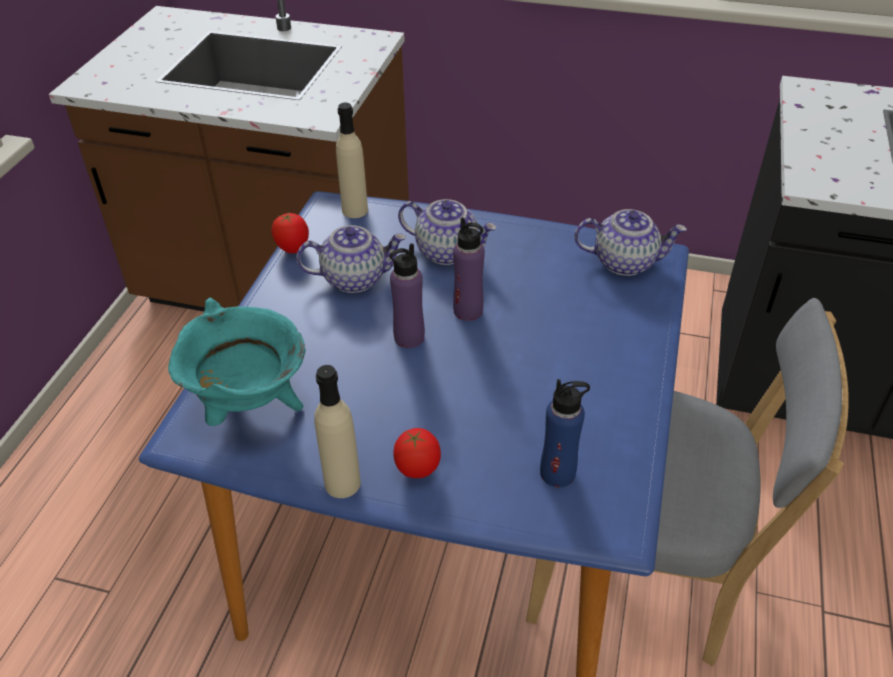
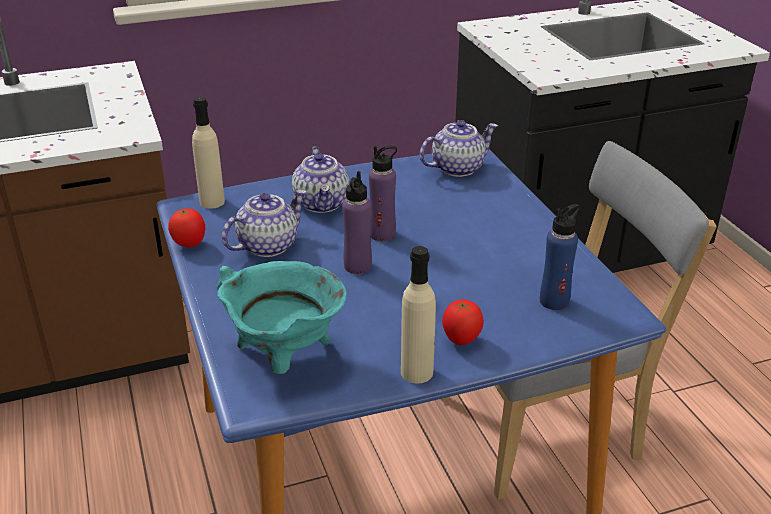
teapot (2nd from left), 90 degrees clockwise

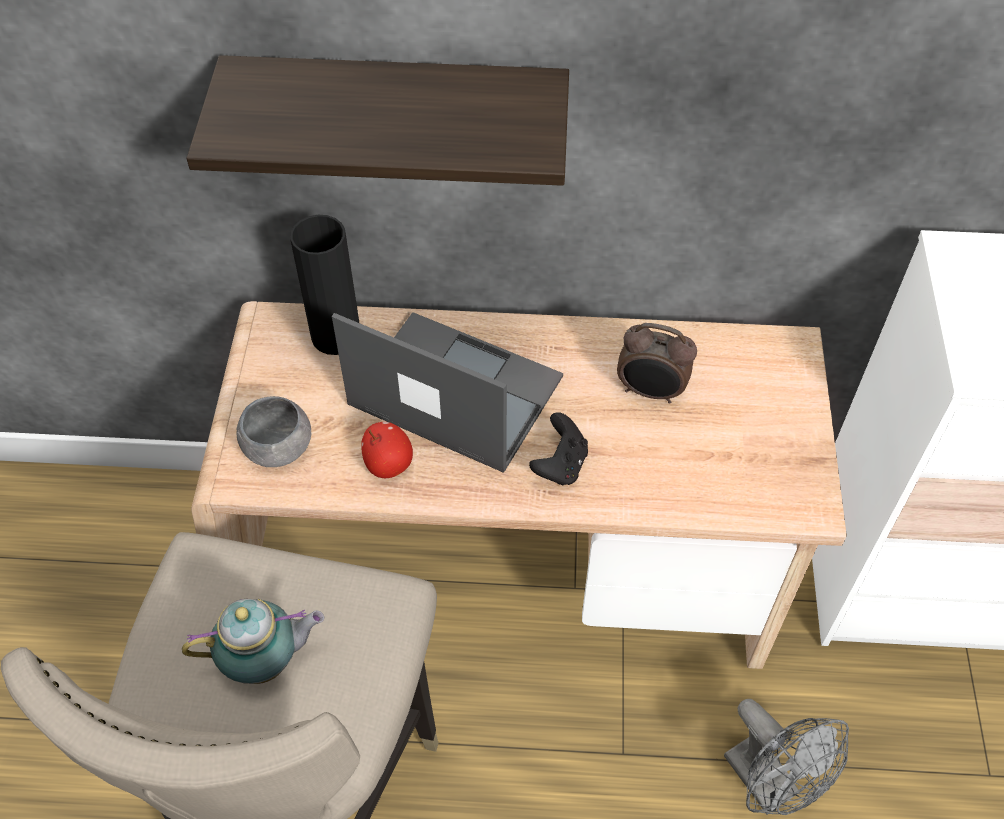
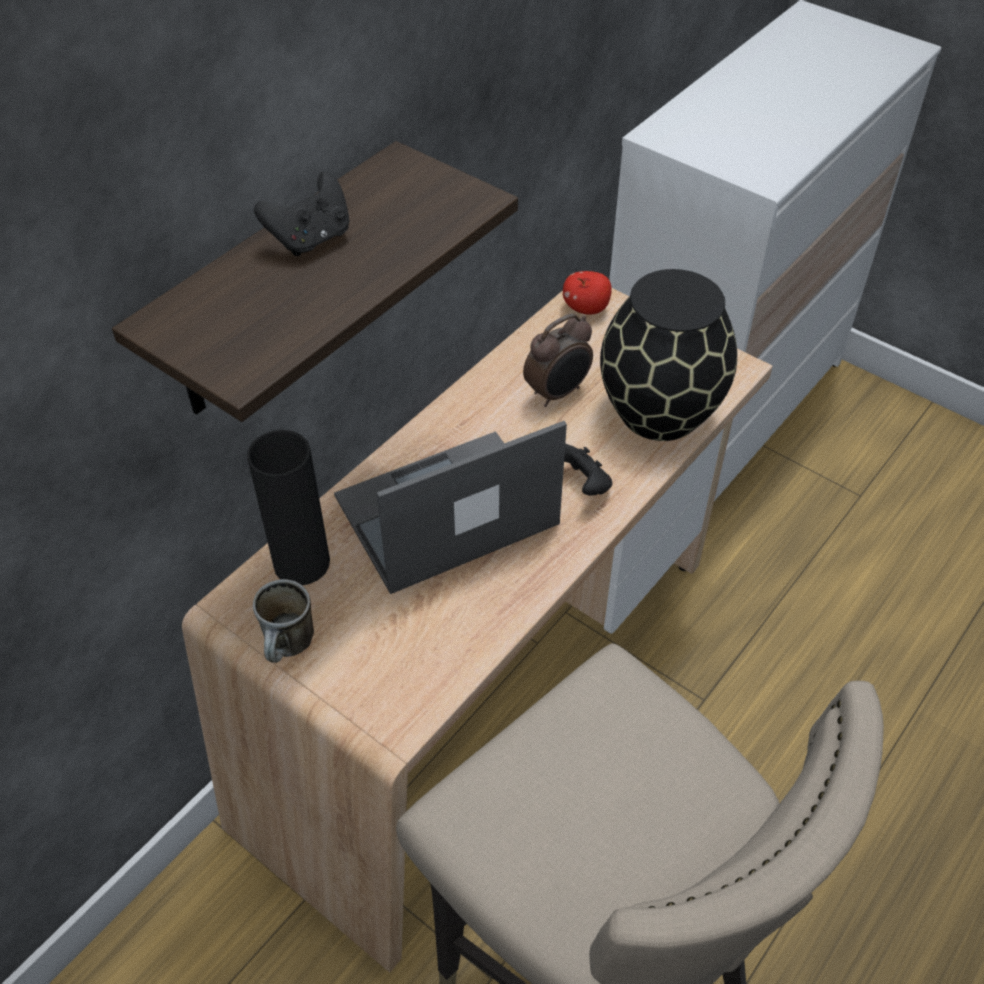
teapot -> none
grey deep dish -> none
apple fruit, moved
grey cooling fan -> none
none -> tea mug
none -> black-coloured game controller (1st from left)
none -> black-coloured vase (2nd from left)

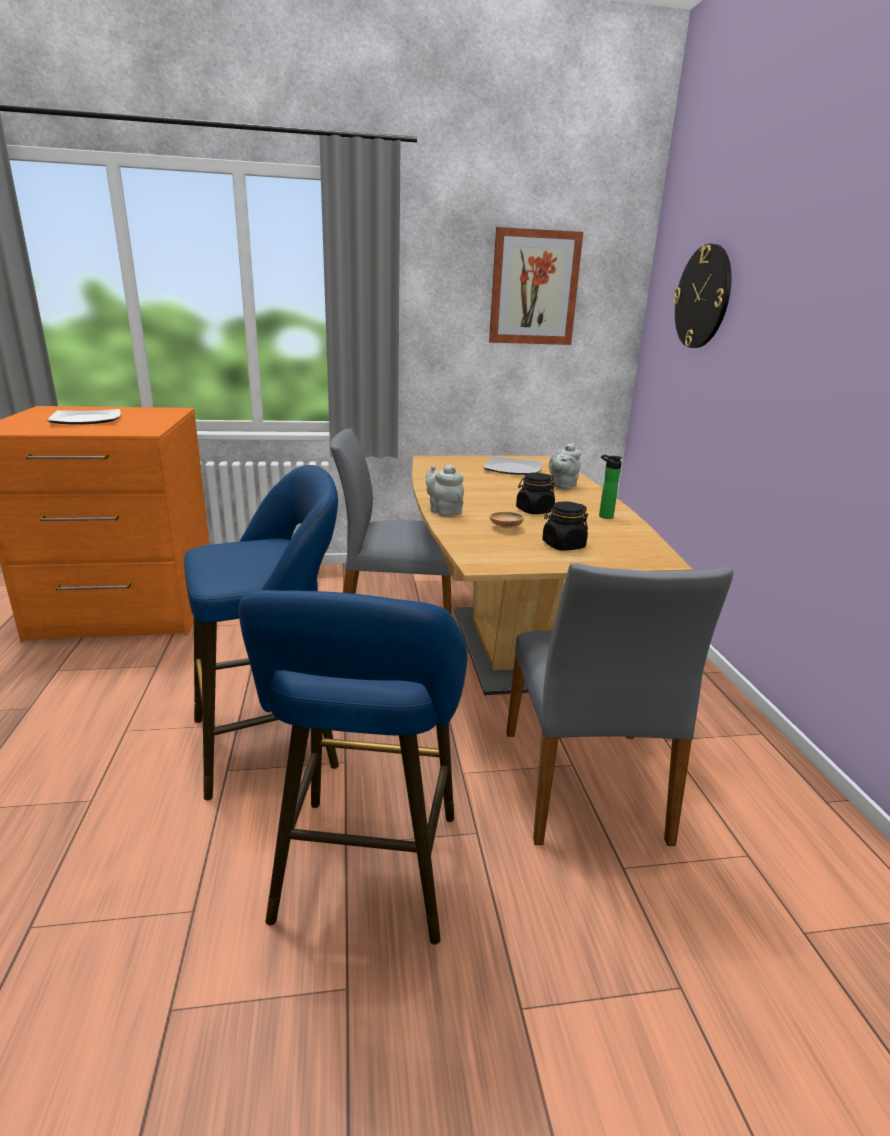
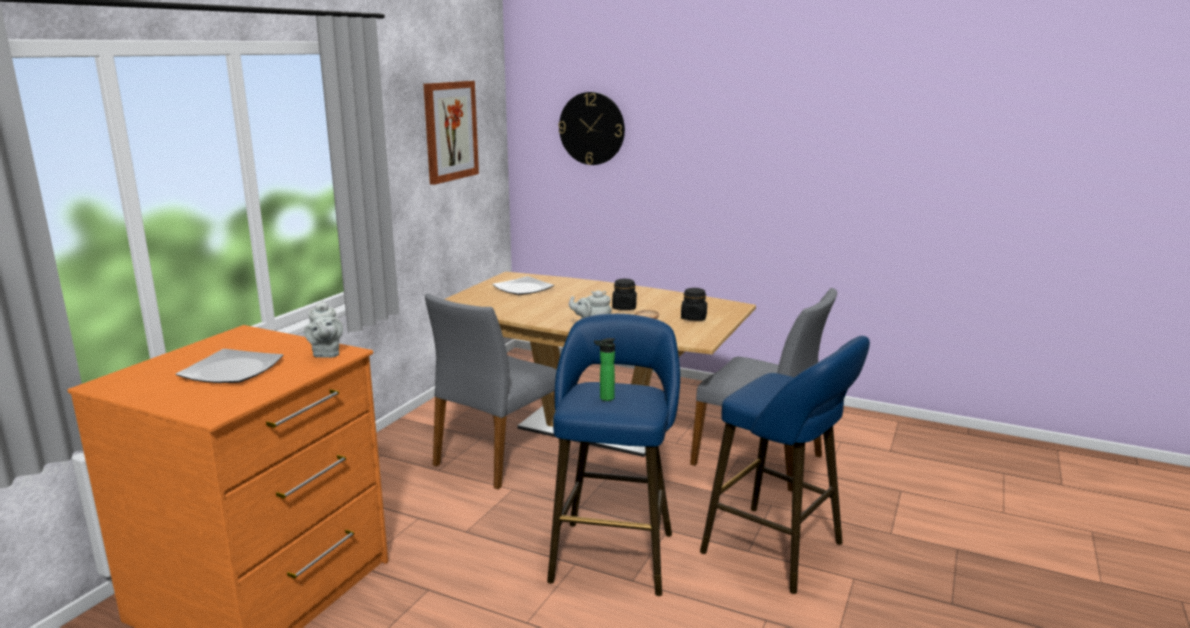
grey teapot (2nd from left in the first image) -> grey teapot (1st from left), moved
beverage bottle, moved

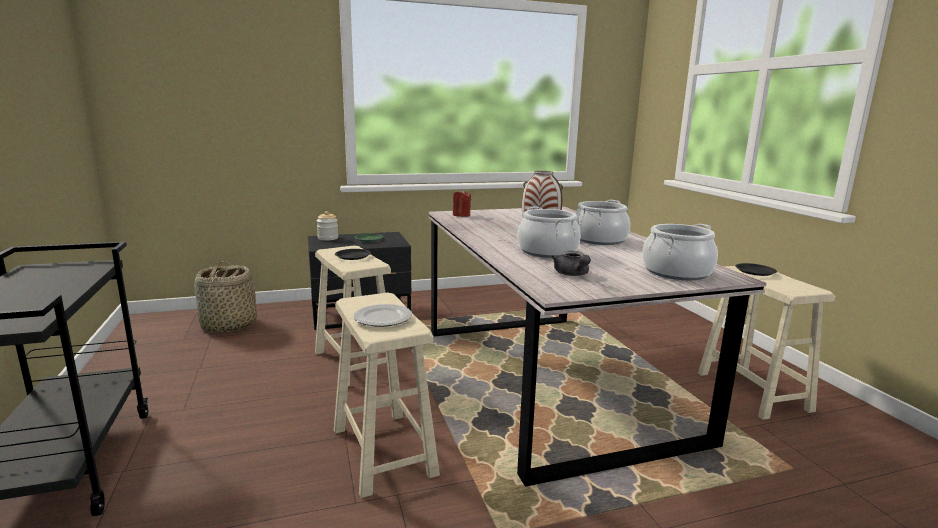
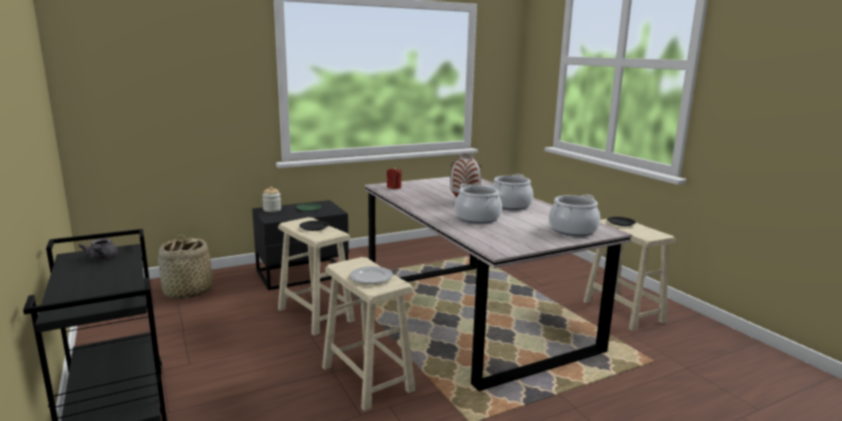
grey teapot, moved

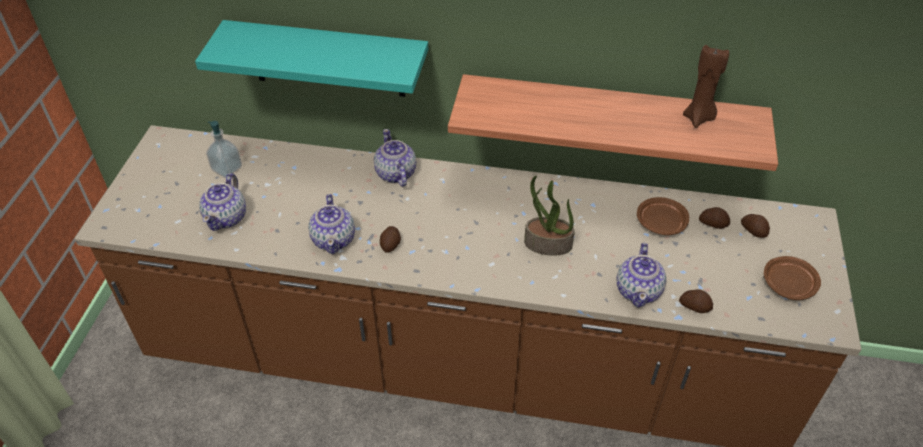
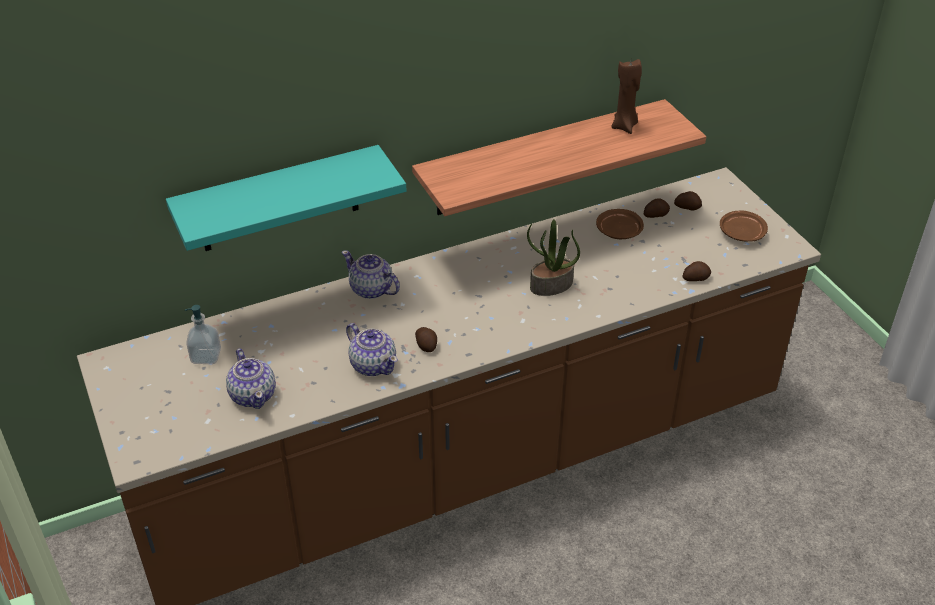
teapot (4th from left) -> none

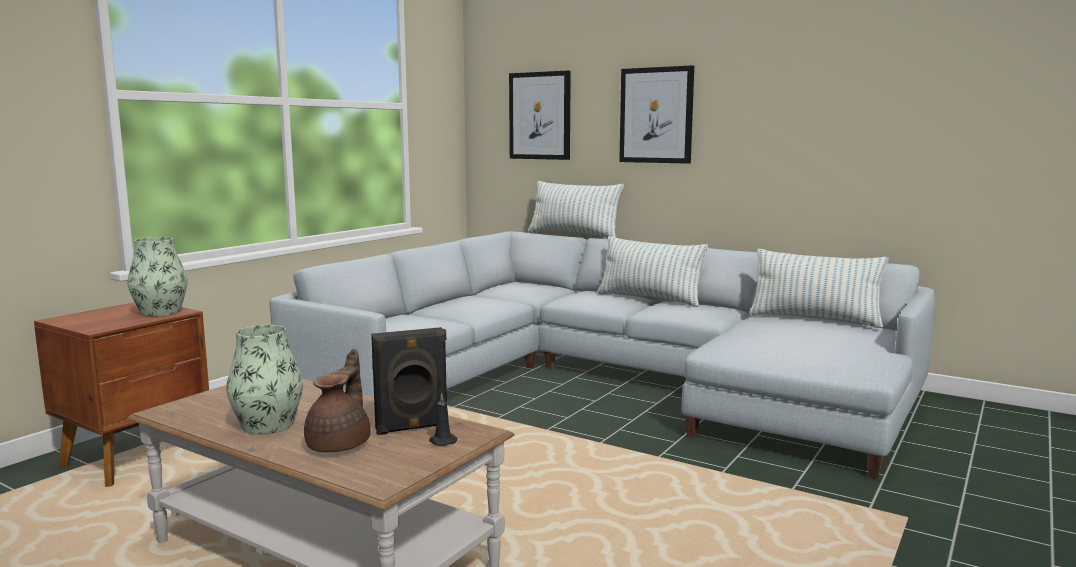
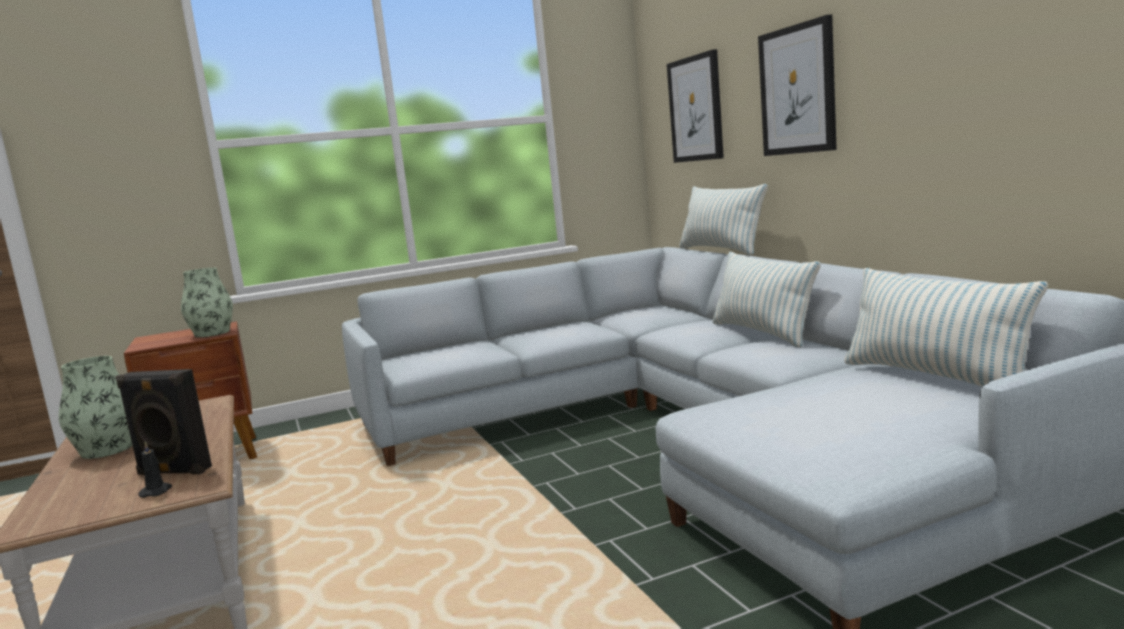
brown teapot -> none

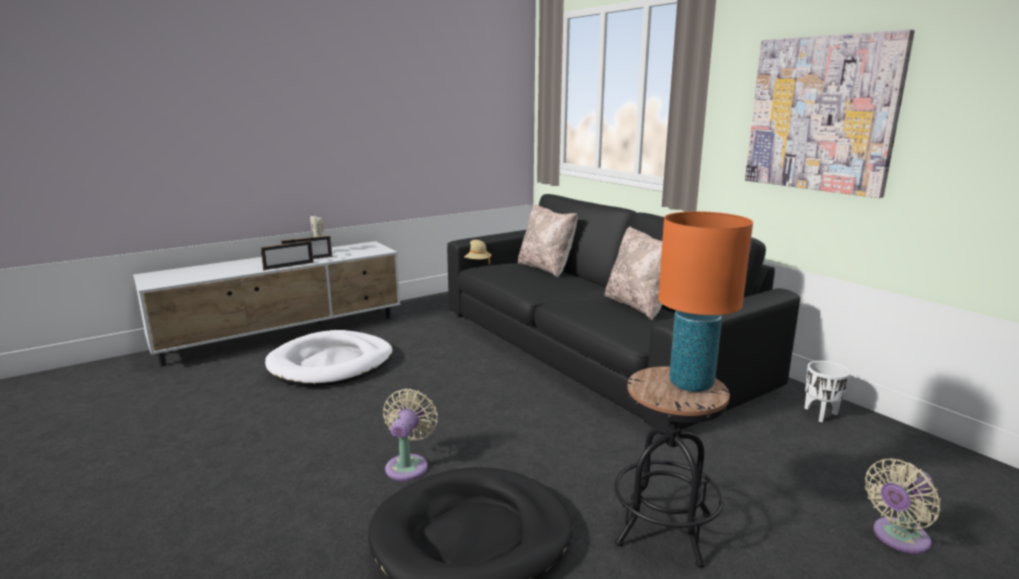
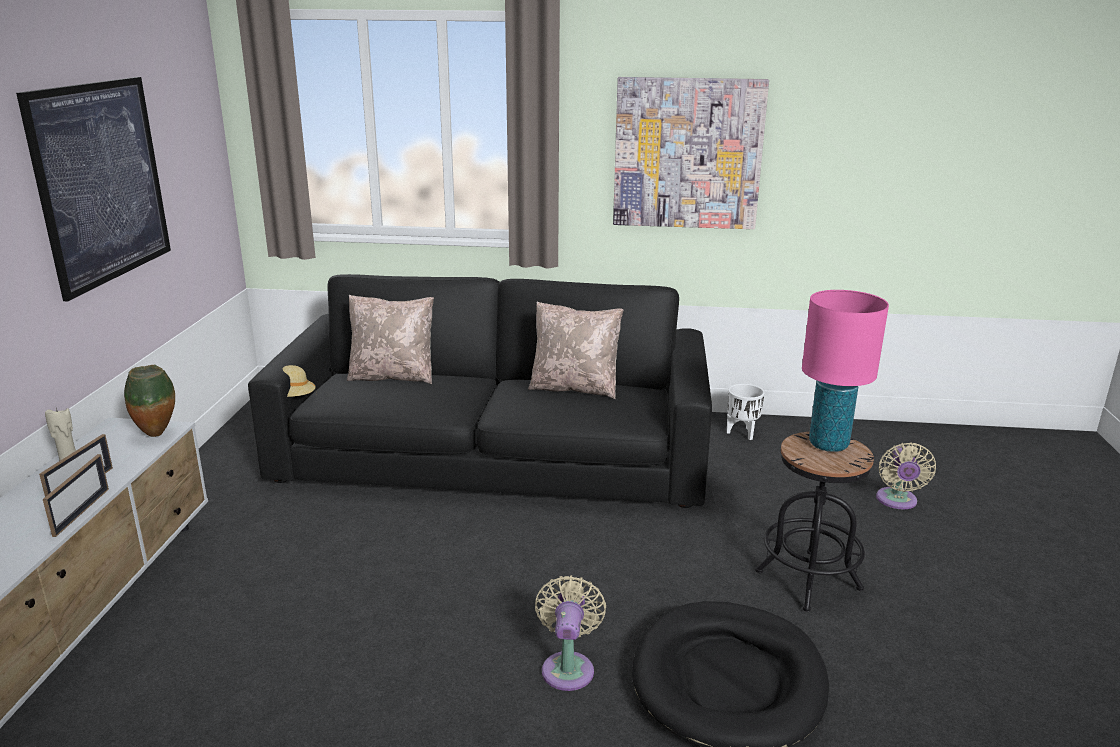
whitish pet bed -> none
beige cooling fan (1st from left), 45 degrees clockwise
orange table lamp -> pink-coloured table lamp
none -> wall art (1st from left)
none -> vase

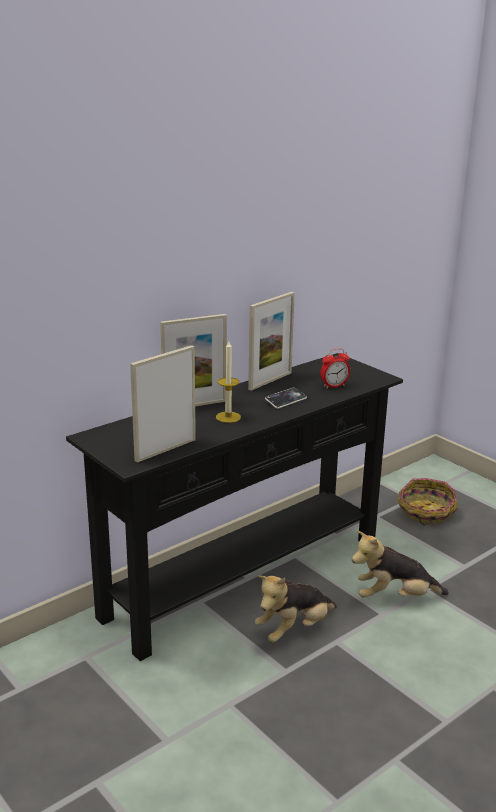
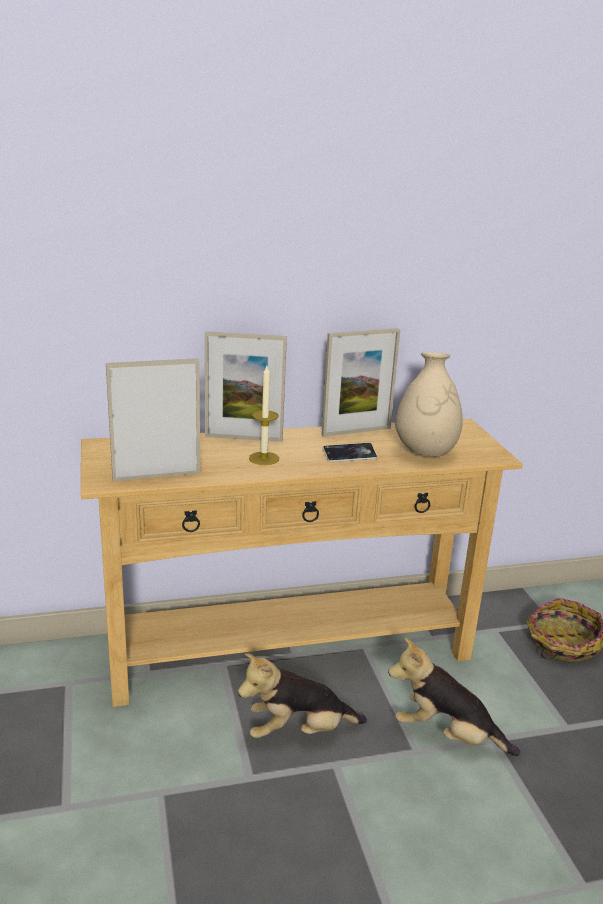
black-coloured hall table -> beige hall table
table clock -> beige vase

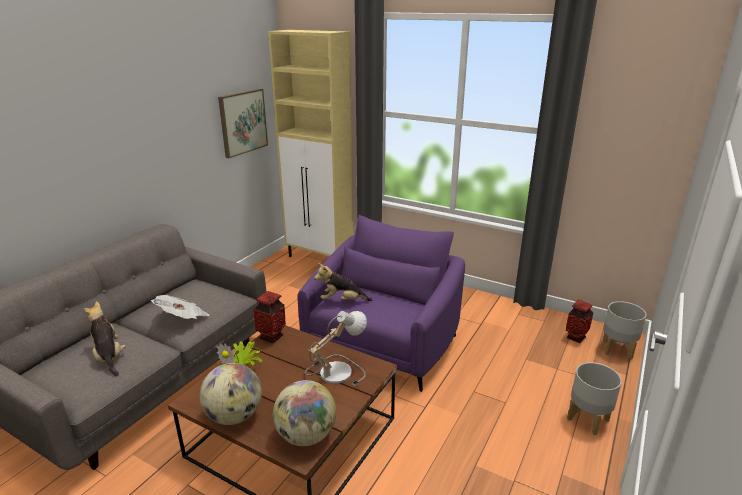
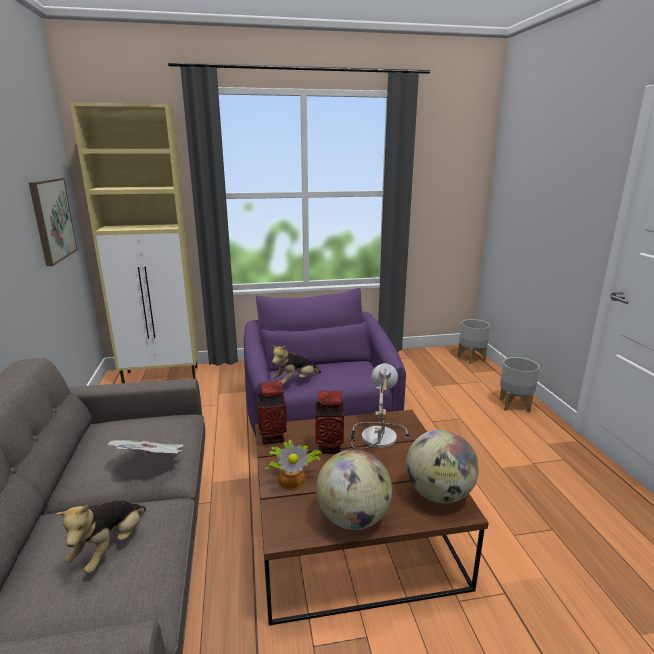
cuddly toy (1st from left), 90 degrees counterclockwise
vase (2nd from left), moved

